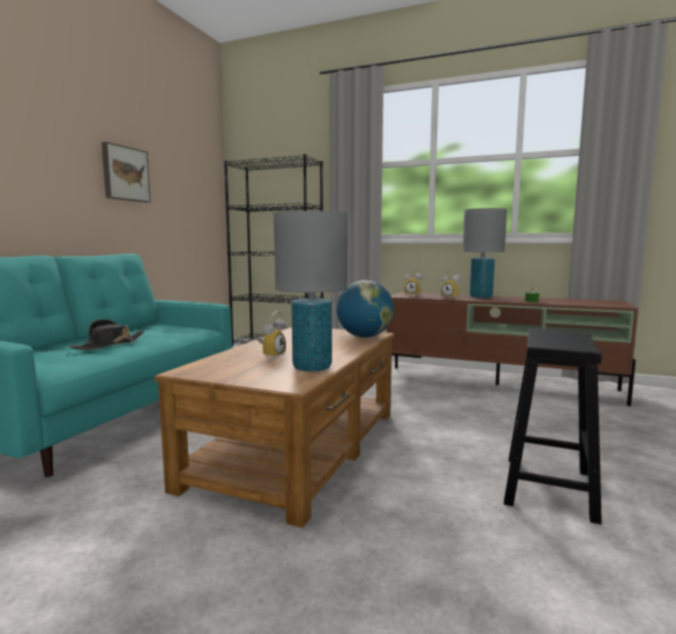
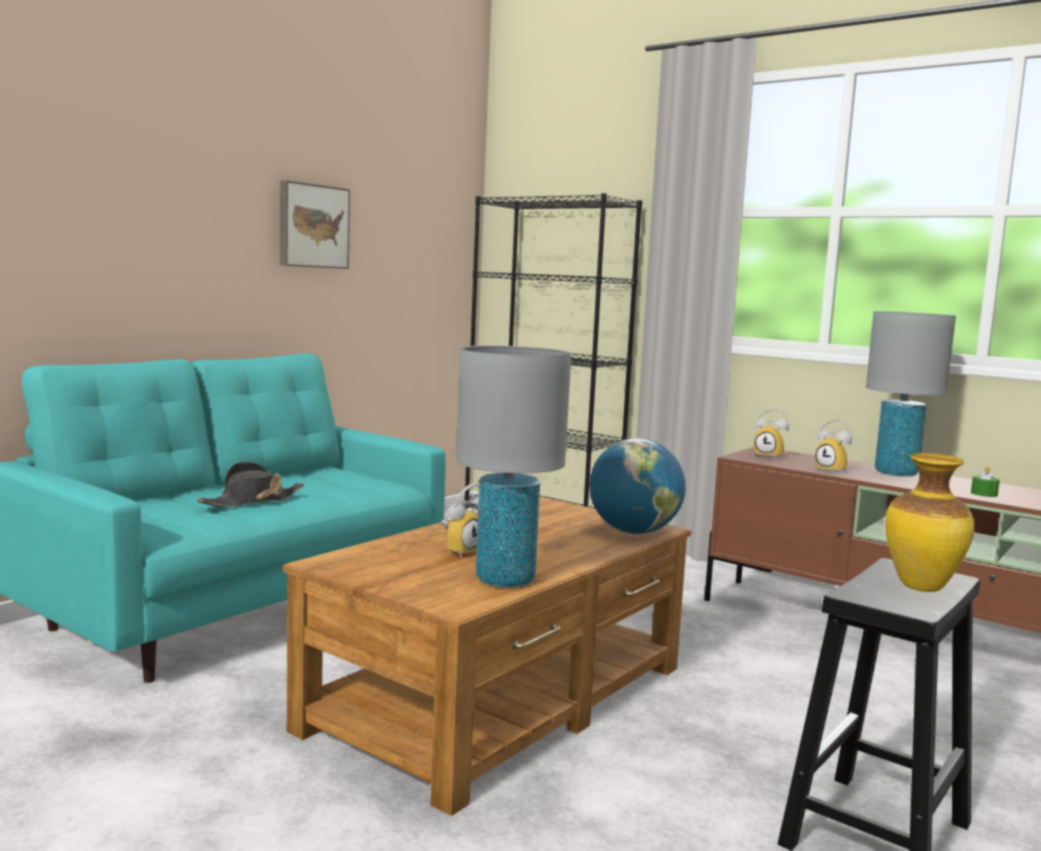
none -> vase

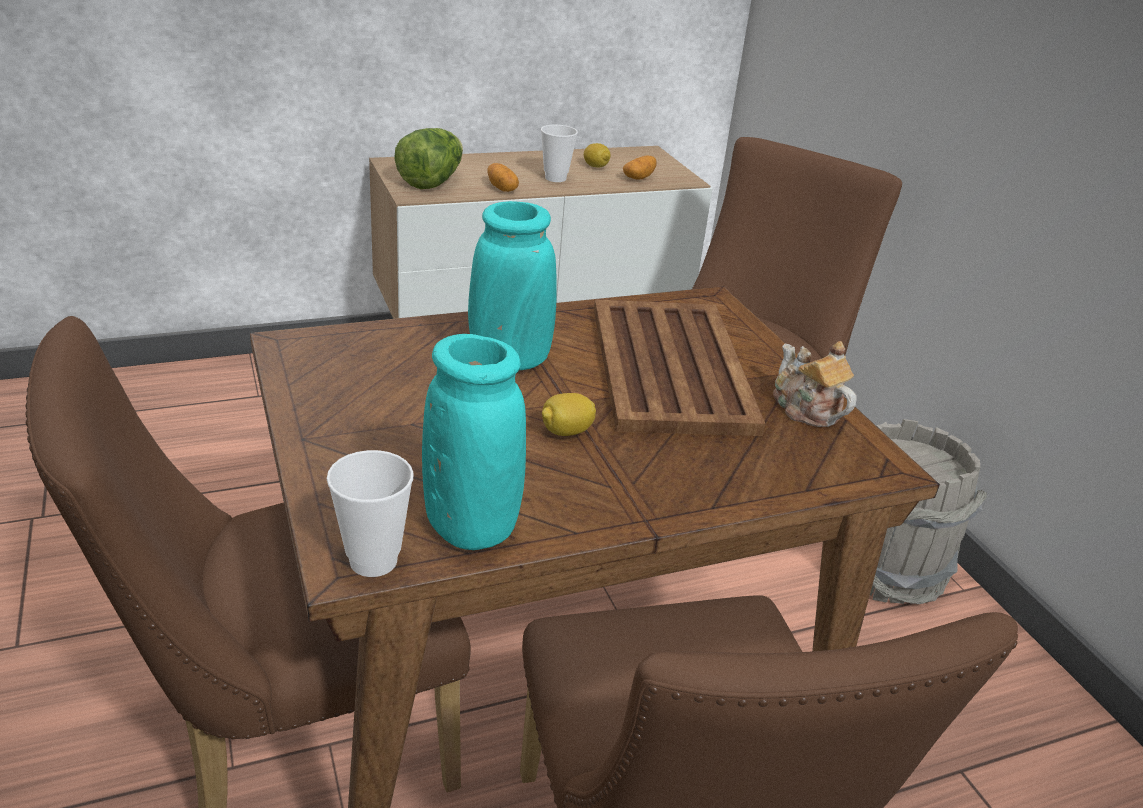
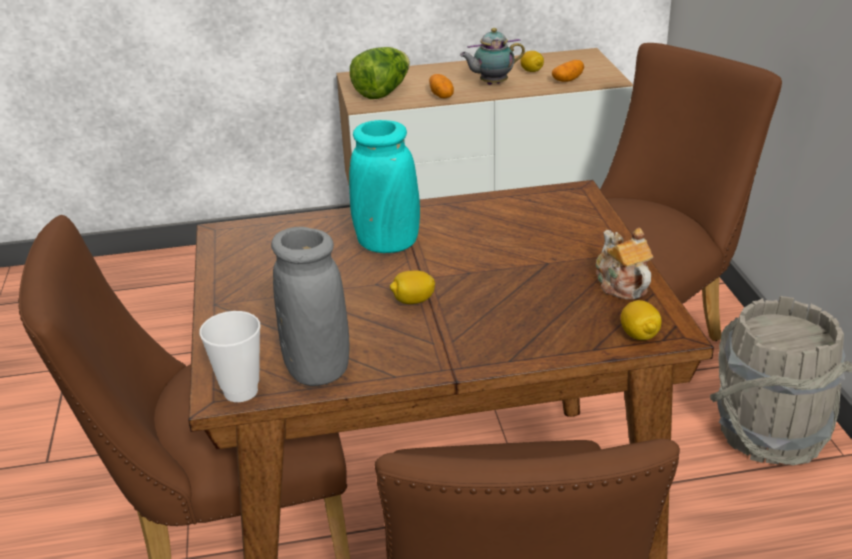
blue-green vase (1st from left) -> grey vase
cup (2nd from left) -> teapot (1st from left)
brown serving tray -> none
none -> whole lemon (3rd from left)

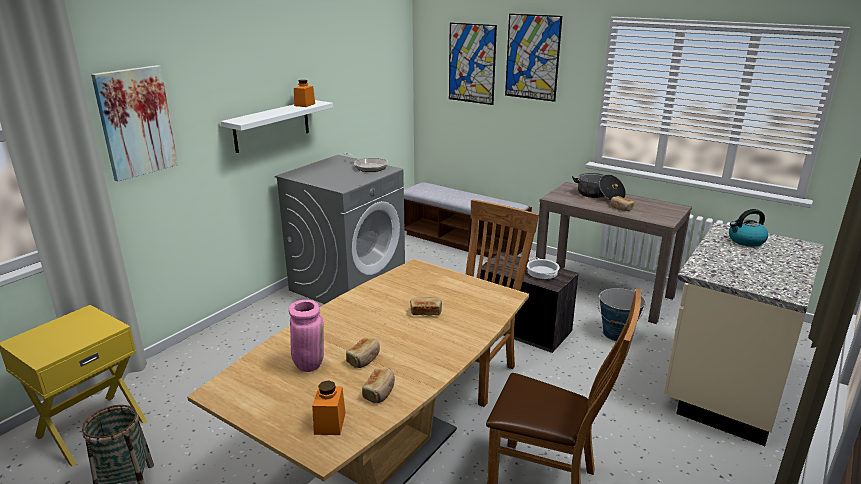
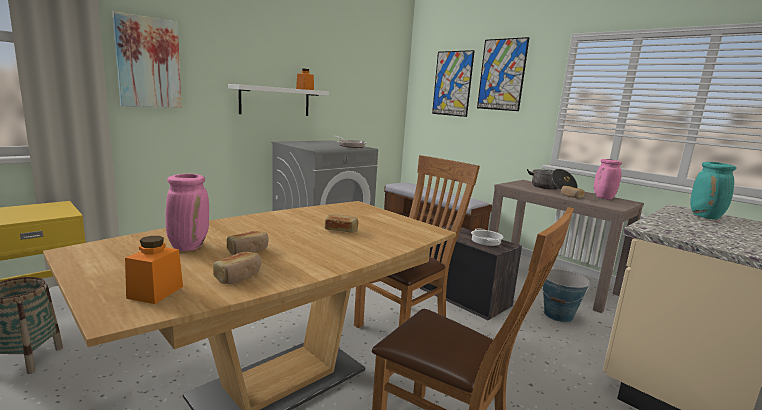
tea kettle -> blue-green vase
none -> pink-coloured vase (2nd from left)

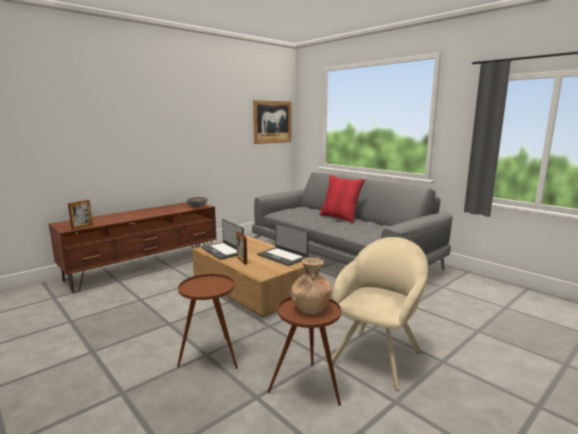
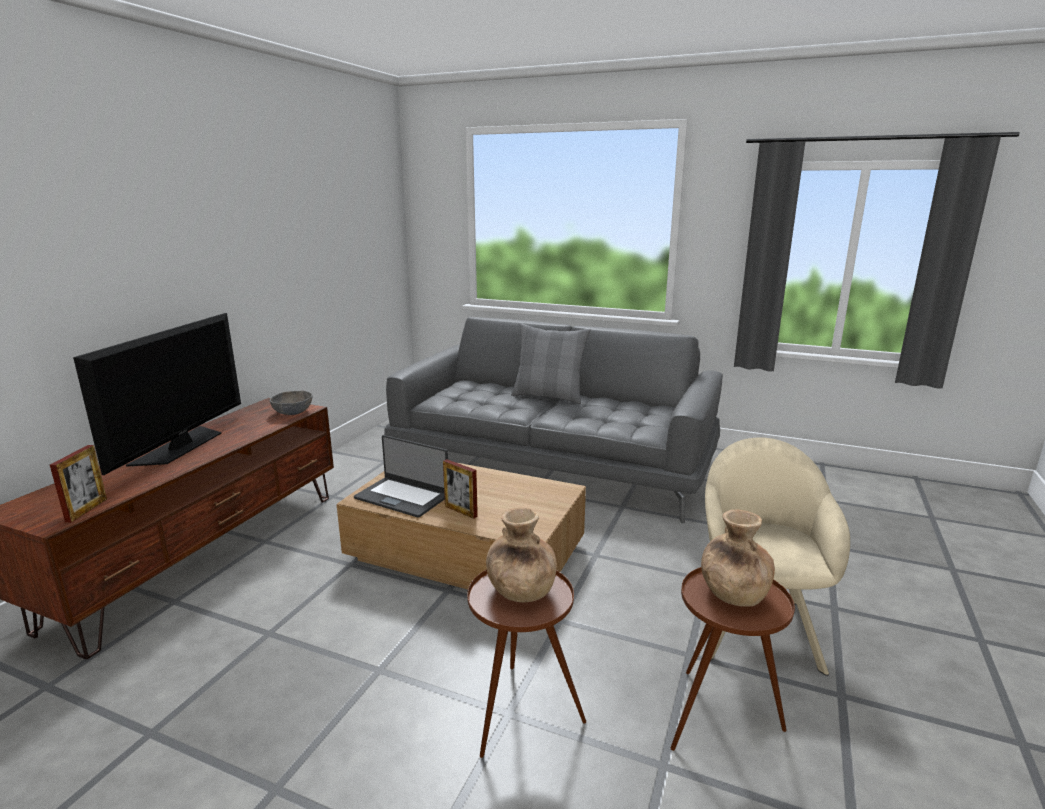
wall art -> none
laptop (2nd from left) -> none
reddish pillow -> grey pillow
none -> TV set
none -> brown vase (1st from left)

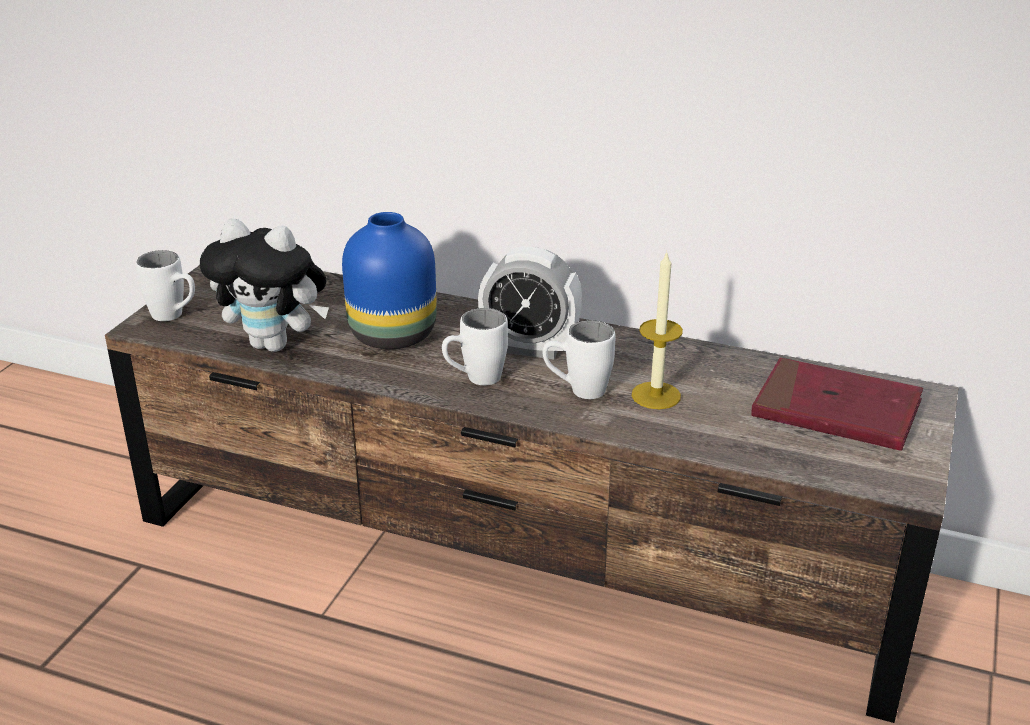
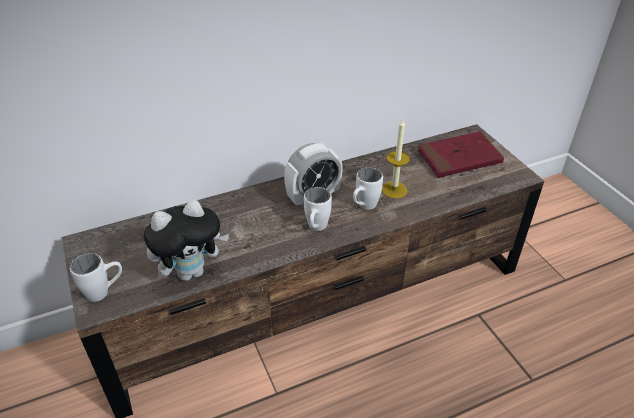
blue vase -> none

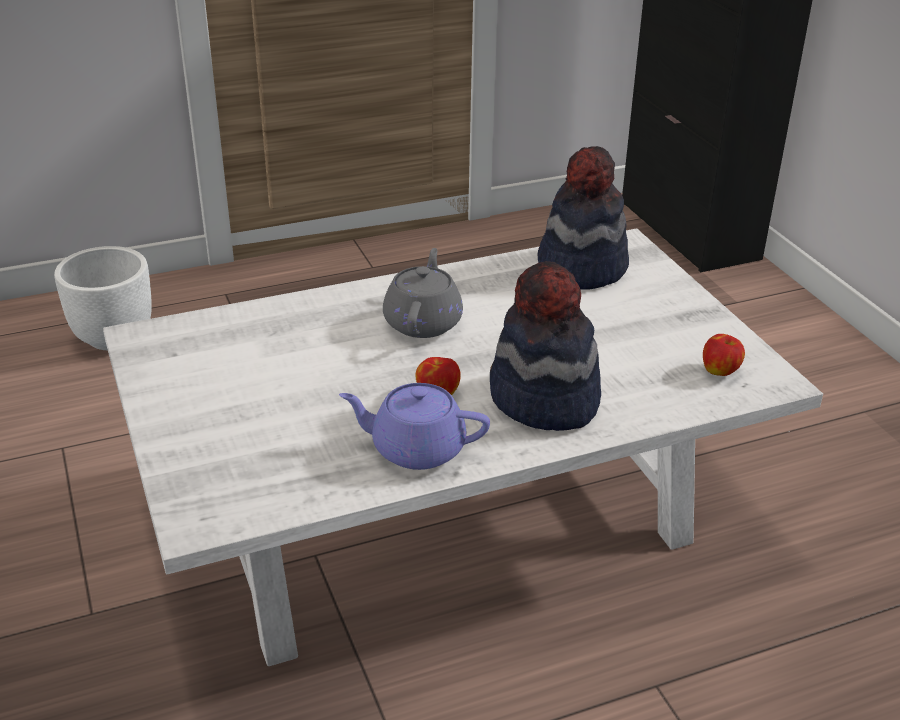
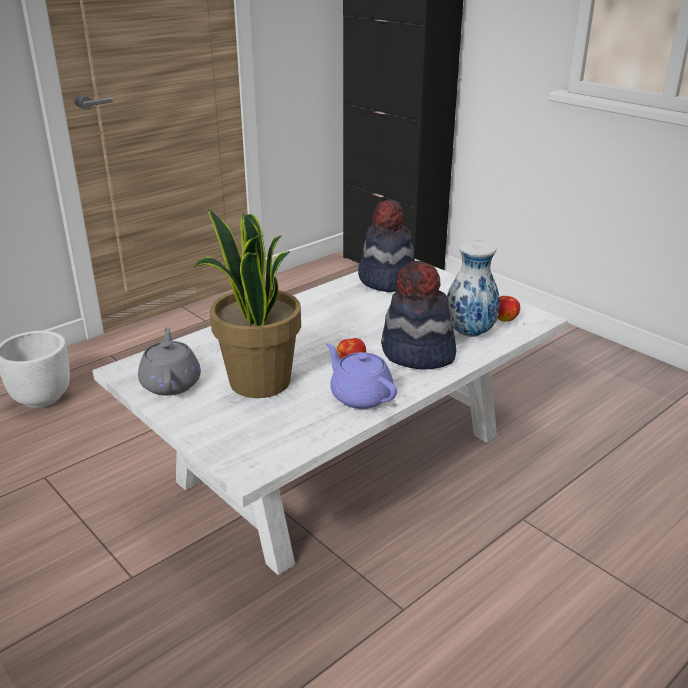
purple-coloured teapot, 60 degrees clockwise
grey teapot, moved
none -> houseplant
none -> vase

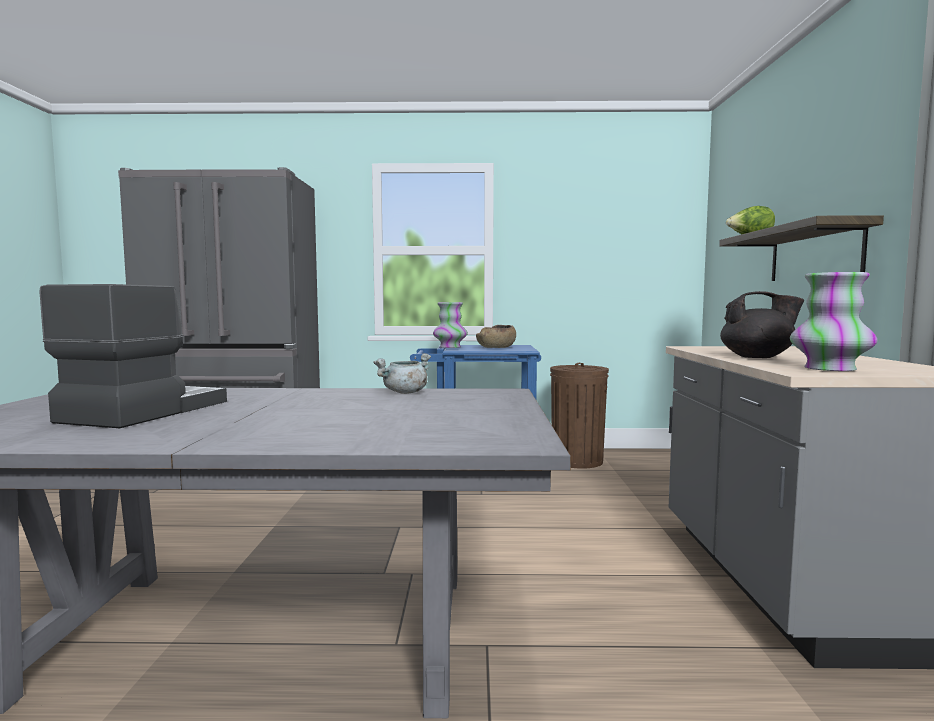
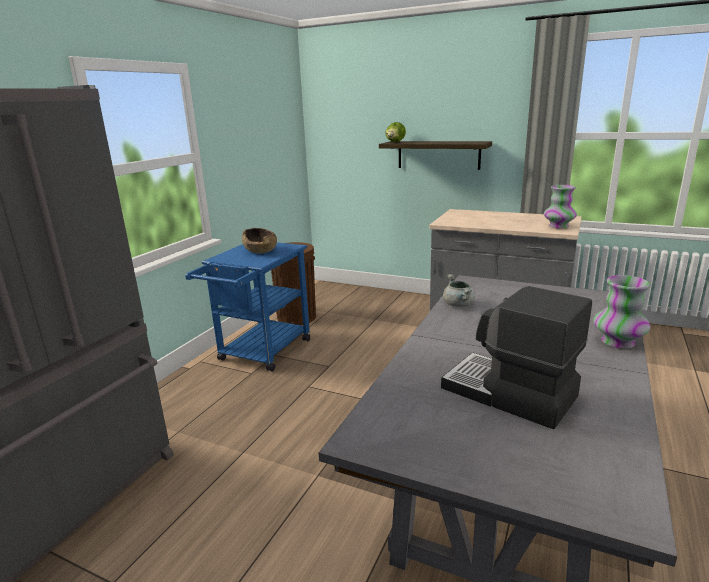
vase (1st from left in the first image) -> vase (2nd from left), moved
black-coloured teapot -> none

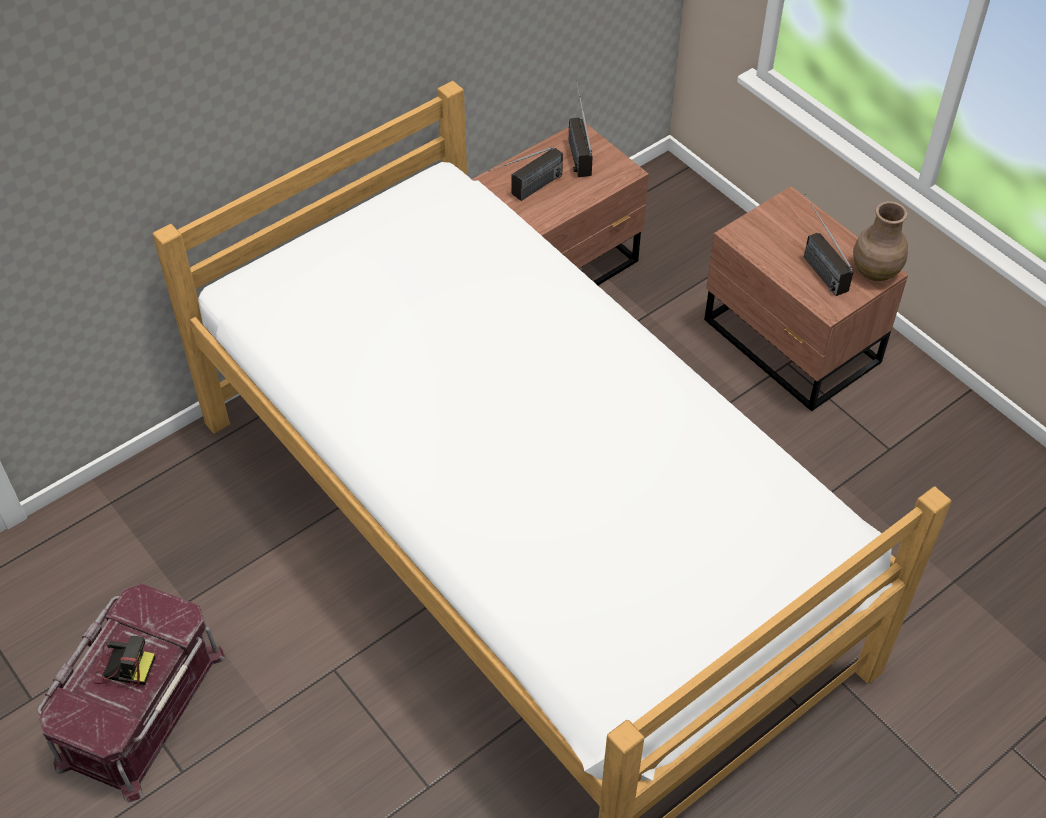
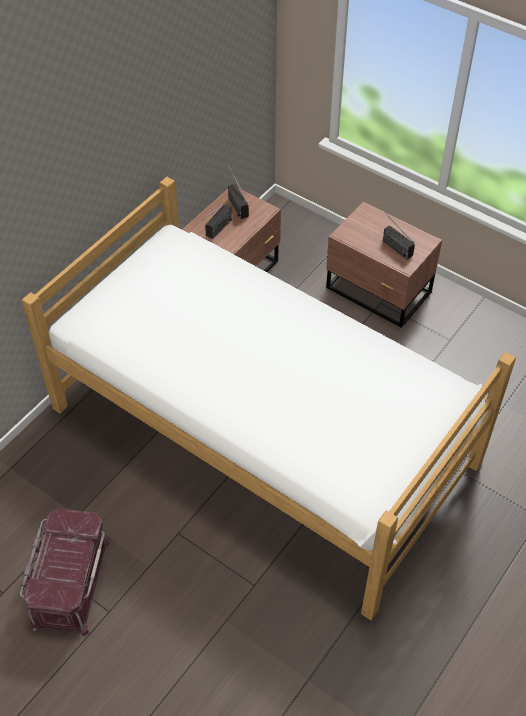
photo camera -> none
brown vase -> none

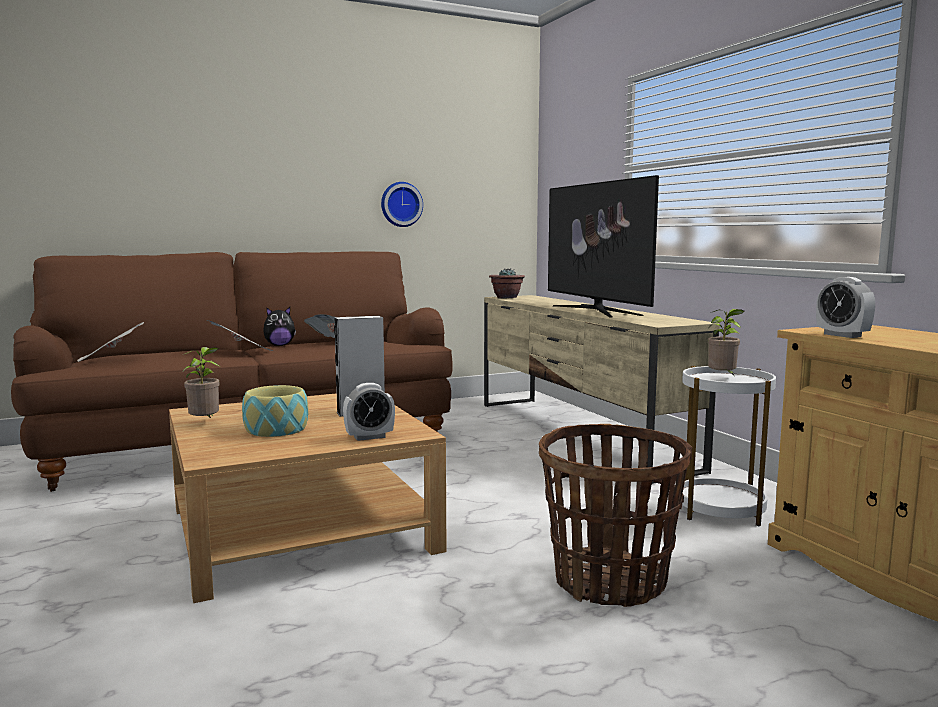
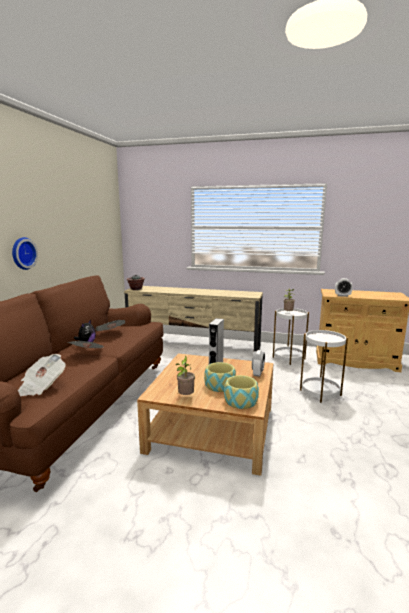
clock on the wall, moved
basket -> whitish end table (2nd from left)
TV set -> none
none -> deep dish (2nd from left)

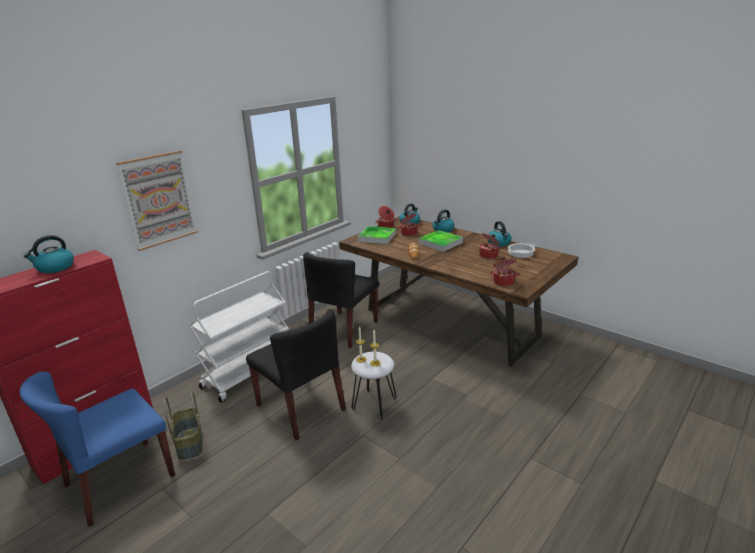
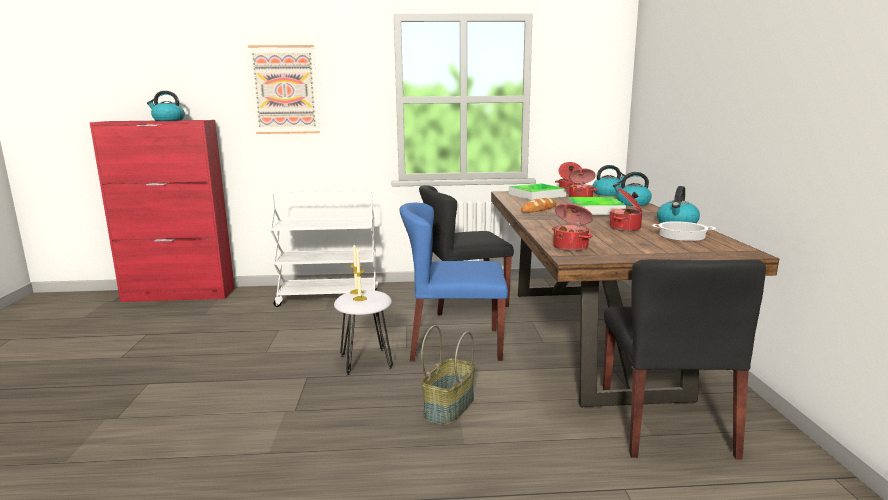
blue plain chair, moved
basket, moved
black-coloured plain chair (1st from left in the first image) -> black-coloured plain chair (2nd from left), moved

